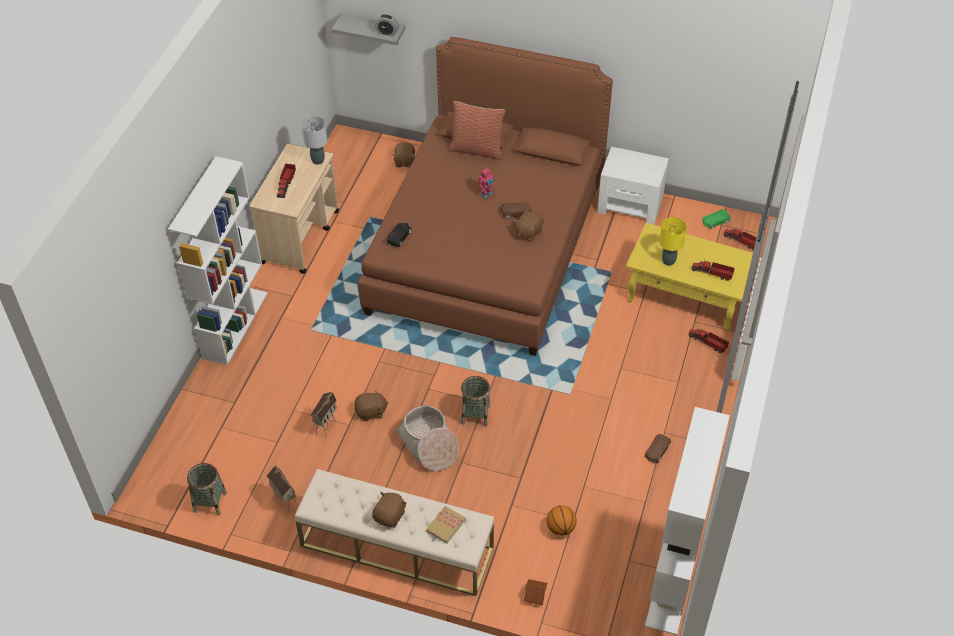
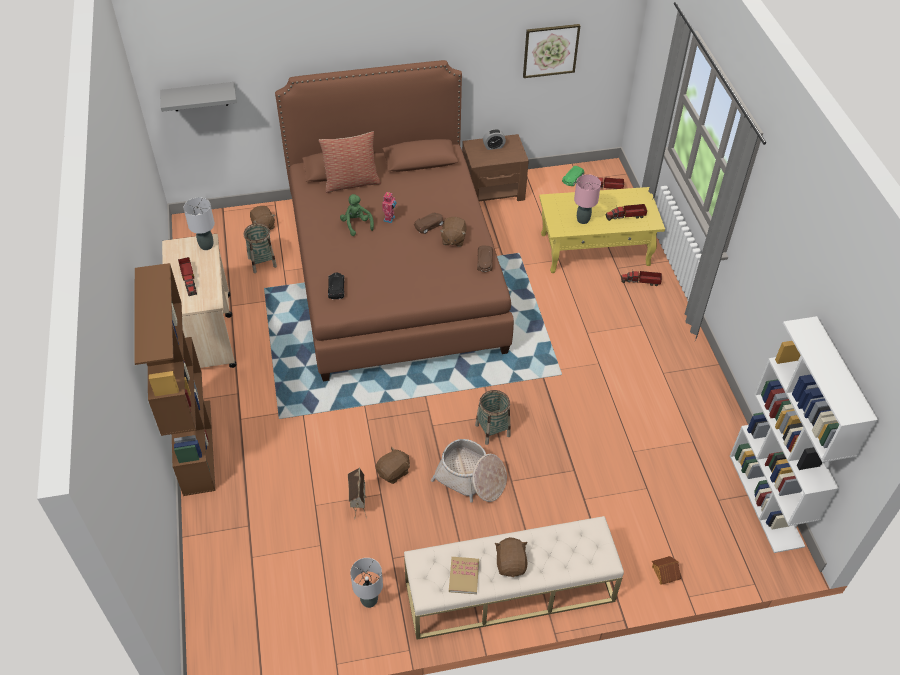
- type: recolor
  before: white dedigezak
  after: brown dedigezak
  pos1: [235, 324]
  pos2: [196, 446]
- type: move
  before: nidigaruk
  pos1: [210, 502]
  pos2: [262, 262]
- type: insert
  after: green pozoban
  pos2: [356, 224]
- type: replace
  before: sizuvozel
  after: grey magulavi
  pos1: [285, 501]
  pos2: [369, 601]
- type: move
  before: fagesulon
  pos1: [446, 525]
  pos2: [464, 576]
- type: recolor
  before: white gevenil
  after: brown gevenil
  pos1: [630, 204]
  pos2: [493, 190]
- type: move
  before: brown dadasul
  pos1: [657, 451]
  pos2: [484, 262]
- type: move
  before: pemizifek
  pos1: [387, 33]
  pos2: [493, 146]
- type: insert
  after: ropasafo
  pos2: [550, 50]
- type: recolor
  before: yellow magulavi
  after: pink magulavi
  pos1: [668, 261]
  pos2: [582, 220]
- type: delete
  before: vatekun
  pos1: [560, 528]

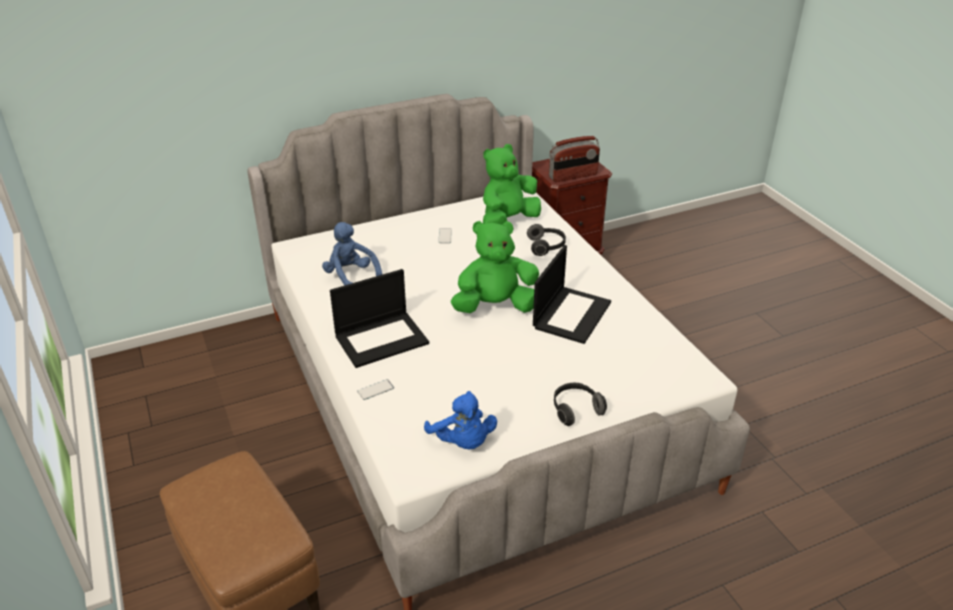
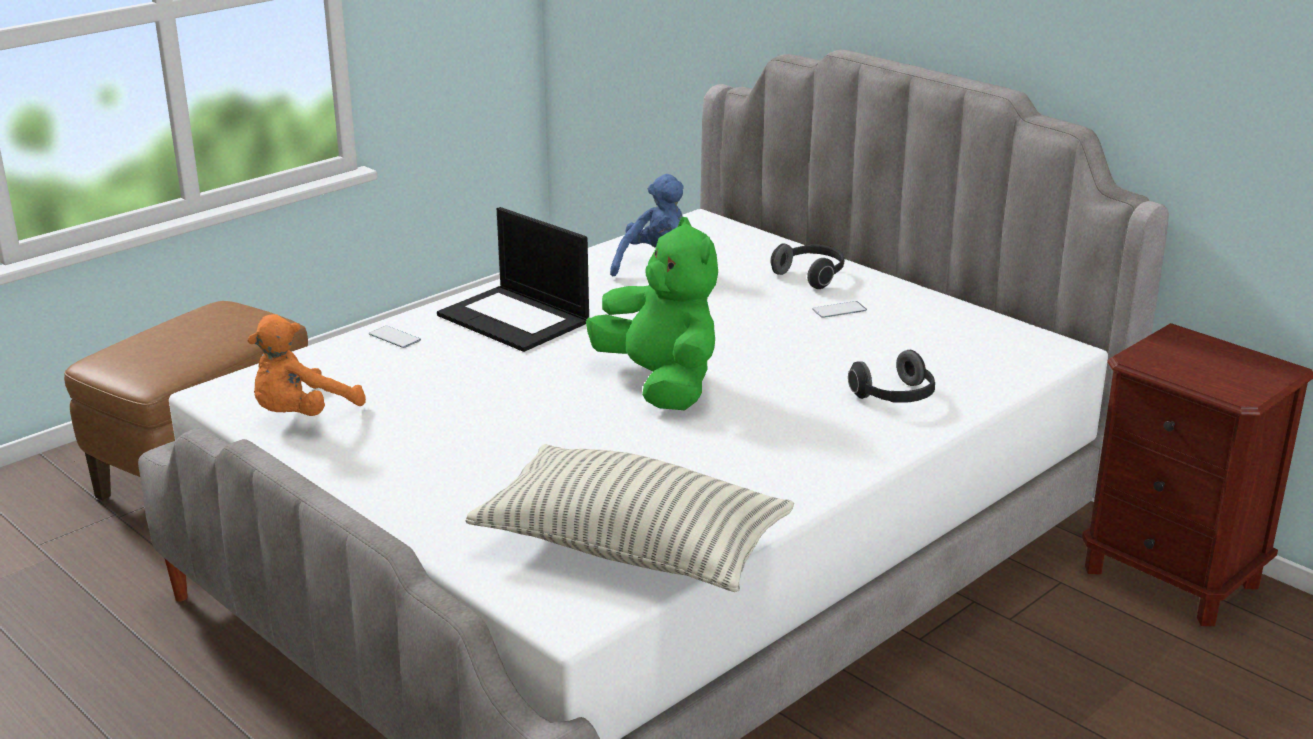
- type: recolor
  before: blue pozoban
  after: orange pozoban
  pos1: [462, 442]
  pos2: [302, 415]
- type: insert
  after: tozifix
  pos2: [632, 549]
- type: move
  before: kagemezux
  pos1: [575, 410]
  pos2: [811, 276]
- type: delete
  before: green pozoban
  pos1: [508, 221]
- type: delete
  before: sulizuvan
  pos1: [571, 314]
- type: delete
  before: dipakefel
  pos1: [573, 176]

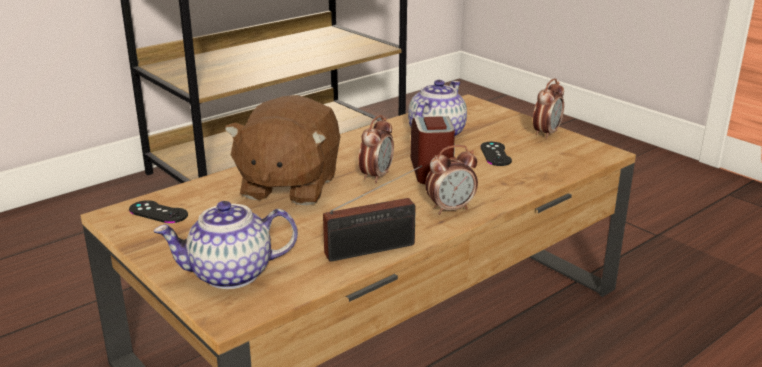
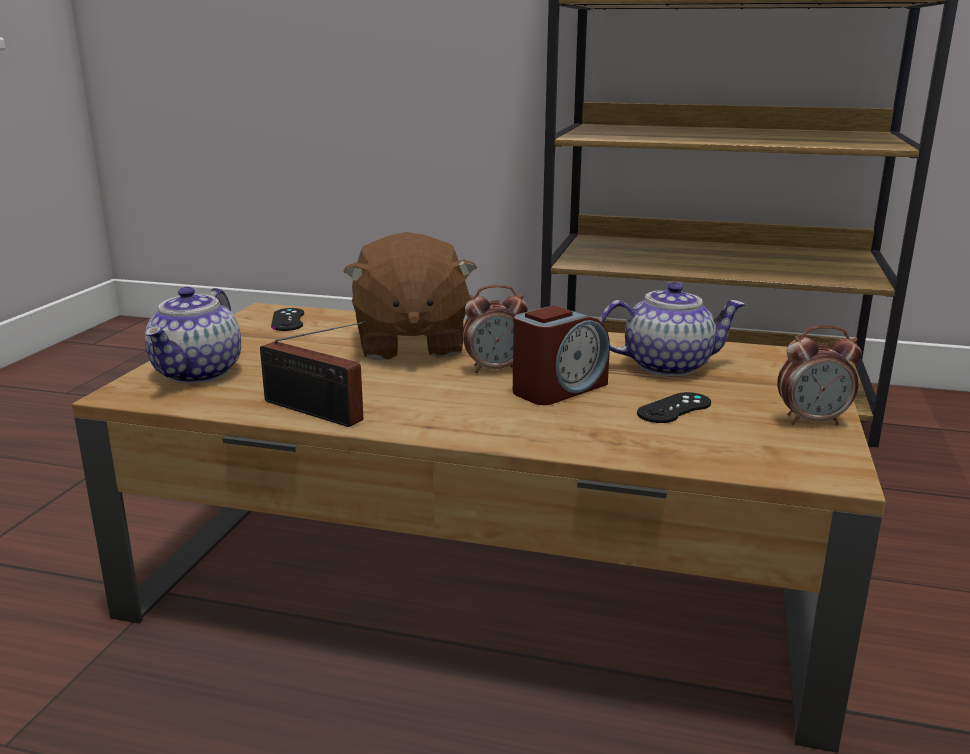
- type: rotate
  before: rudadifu
  pos1: [230, 274]
  pos2: [198, 373]
  turn: -120
- type: rotate
  before: brown pozoban
  pos1: [288, 186]
  pos2: [409, 344]
  turn: -75
- type: delete
  before: pemizifek
  pos1: [450, 209]

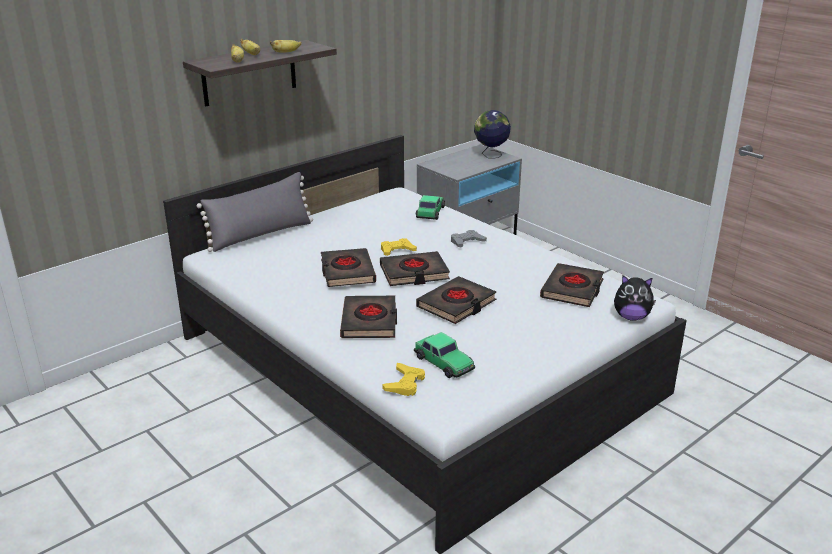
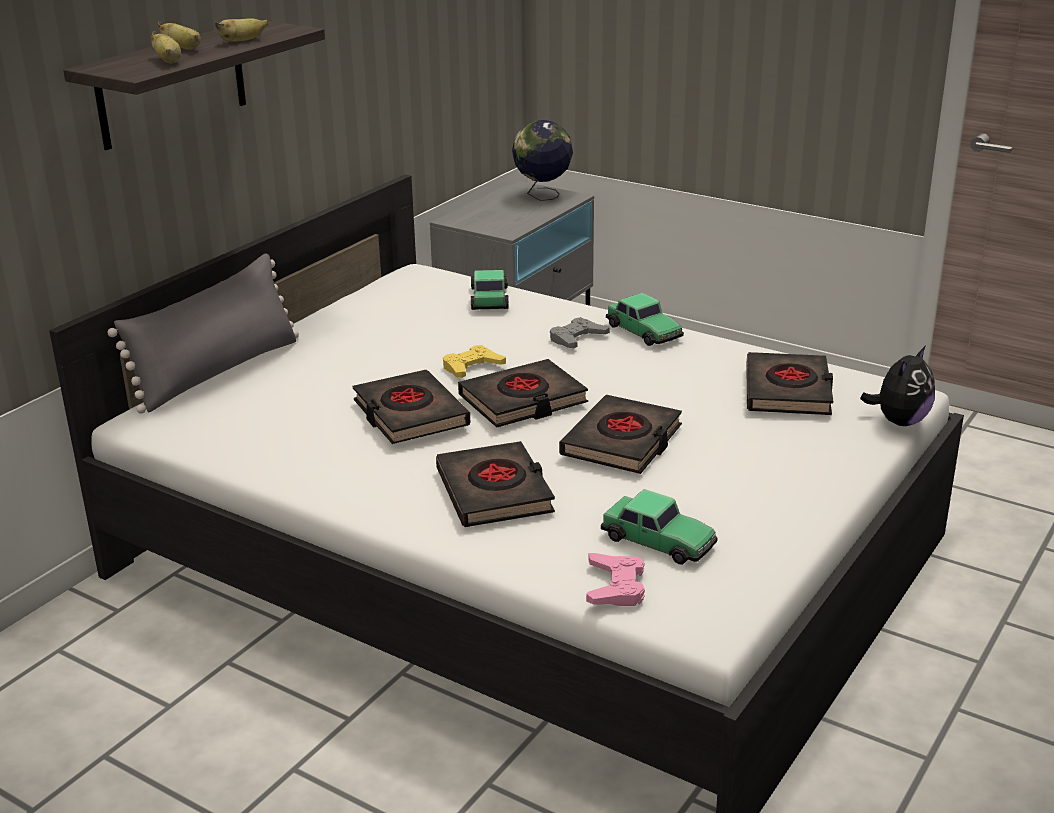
- type: recolor
  before: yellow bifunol
  after: pink bifunol
  pos1: [405, 384]
  pos2: [615, 586]
- type: insert
  after: dadasul
  pos2: [644, 331]
- type: rotate
  before: pozoban
  pos1: [631, 317]
  pos2: [899, 421]
  turn: -45

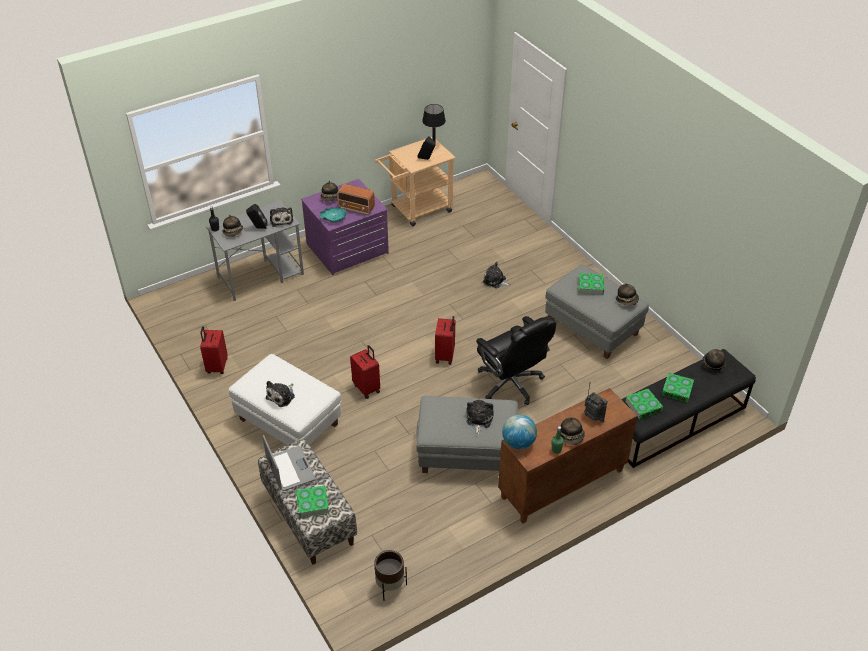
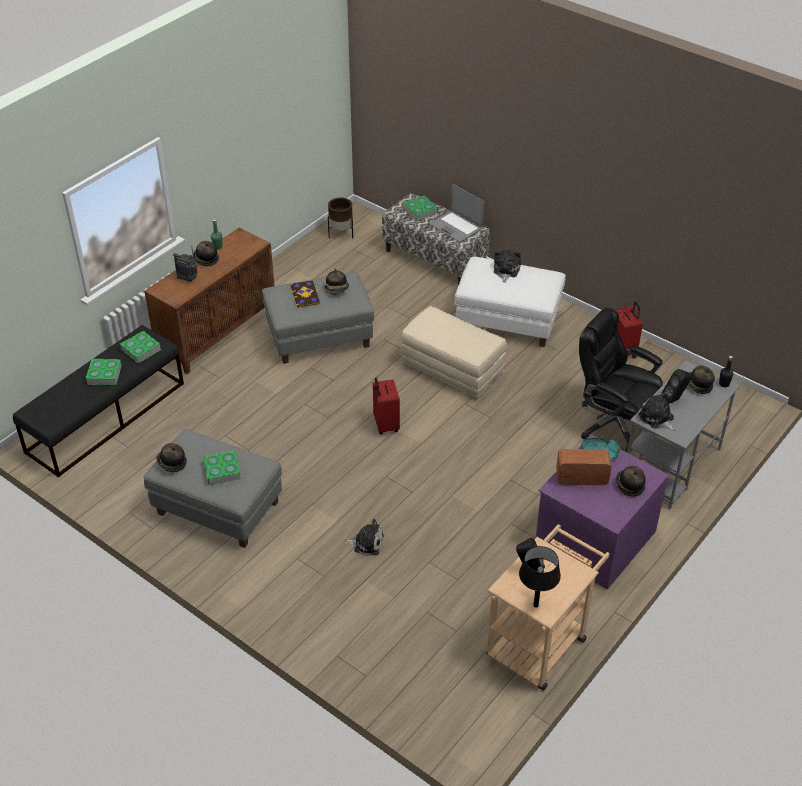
- type: replace
  before: pozoban
  after: fagesulon
  pos1: [478, 420]
  pos2: [305, 295]
- type: move
  before: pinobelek
  pos1: [713, 364]
  pos2: [337, 290]
- type: replace
  before: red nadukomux
  after: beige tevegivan
  pos1: [367, 388]
  pos2: [451, 369]
- type: move
  before: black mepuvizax
  pos1: [511, 383]
  pos2: [613, 422]
- type: delete
  before: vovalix
  pos1: [518, 443]

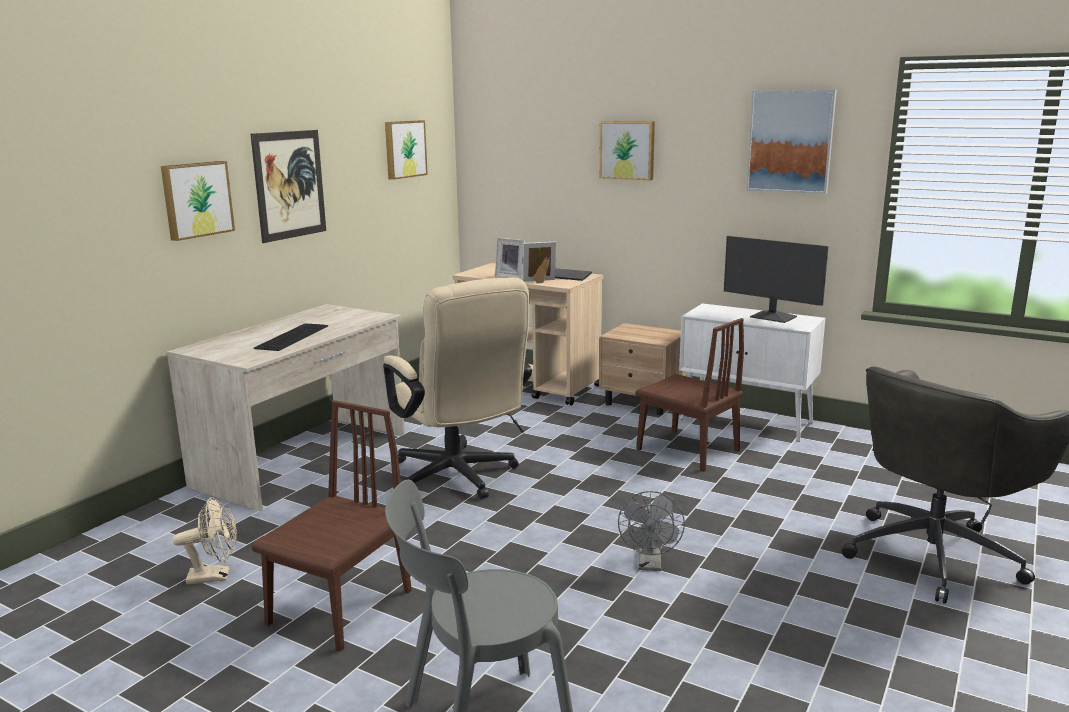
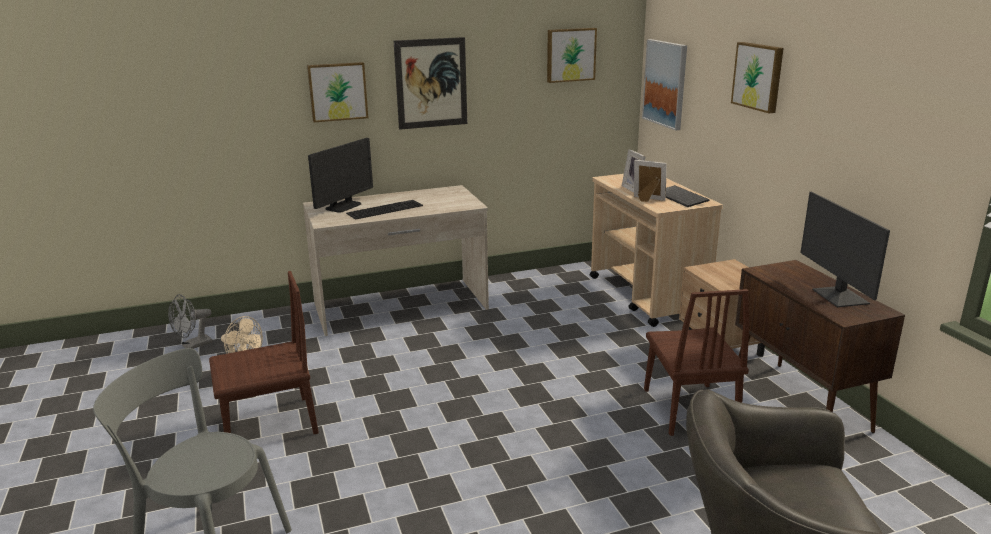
- type: move
  before: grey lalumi
  pos1: [650, 565]
  pos2: [193, 346]
- type: insert
  after: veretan
  pos2: [343, 206]
- type: move
  before: ropasafo
  pos1: [790, 141]
  pos2: [665, 83]
- type: recolor
  before: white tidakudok
  after: brown tidakudok
  pos1: [747, 421]
  pos2: [800, 403]
- type: delete
  before: beige mepuvizax
  pos1: [459, 478]

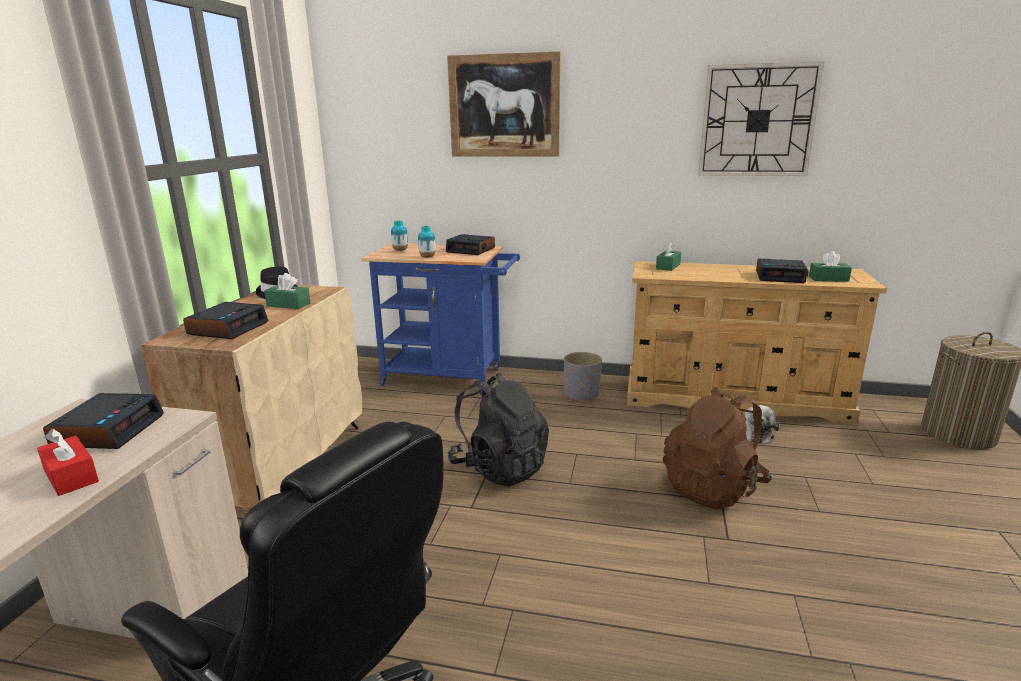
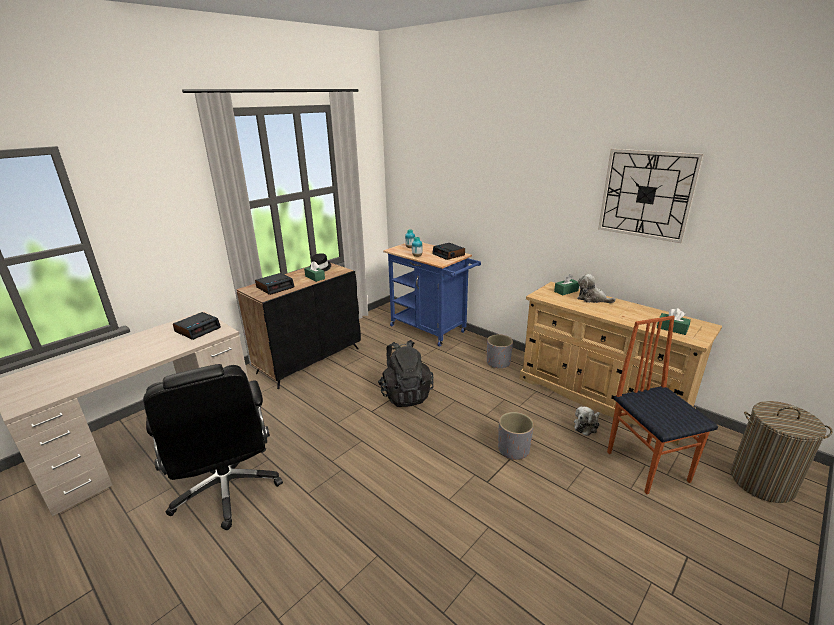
- type: recolor
  before: beige tidakudok
  after: black tidakudok
  pos1: [284, 467]
  pos2: [309, 360]
- type: replace
  before: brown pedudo
  after: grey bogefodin
  pos1: [713, 488]
  pos2: [513, 450]
- type: insert
  after: pozoban
  pos2: [592, 299]
- type: insert
  after: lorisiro
  pos2: [647, 465]
- type: delete
  before: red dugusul
  pos1: [71, 476]
- type: delete
  before: ropasafo
  pos1: [504, 106]
- type: delete
  before: pemizifek
  pos1: [780, 277]

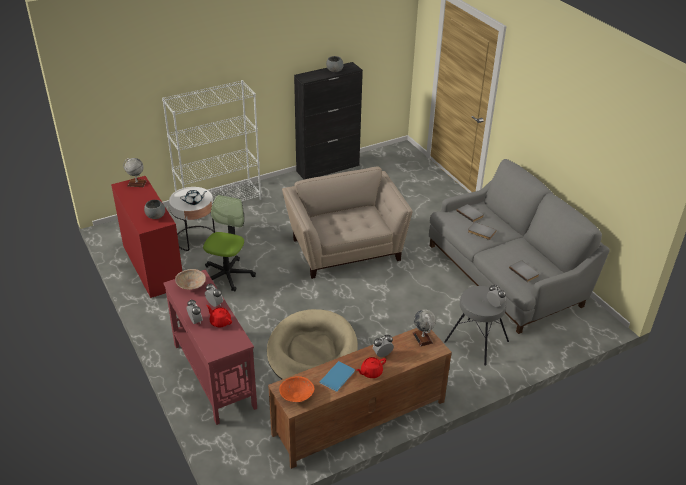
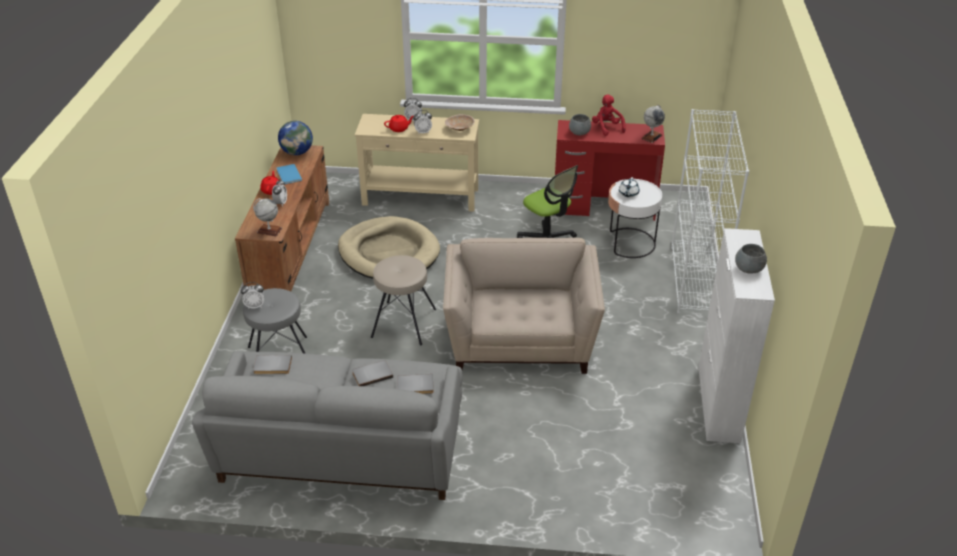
- type: replace
  before: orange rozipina
  after: vovalix
  pos1: [296, 395]
  pos2: [297, 152]
- type: recolor
  before: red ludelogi
  after: beige ludelogi
  pos1: [214, 374]
  pos2: [421, 197]
- type: insert
  after: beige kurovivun
  pos2: [403, 323]
- type: rotate
  before: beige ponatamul
  pos1: [345, 247]
  pos2: [521, 339]
  turn: -105
- type: insert
  after: red pozoban
  pos2: [607, 128]
- type: recolor
  before: black tidakudok
  after: white tidakudok
  pos1: [328, 168]
  pos2: [718, 404]

